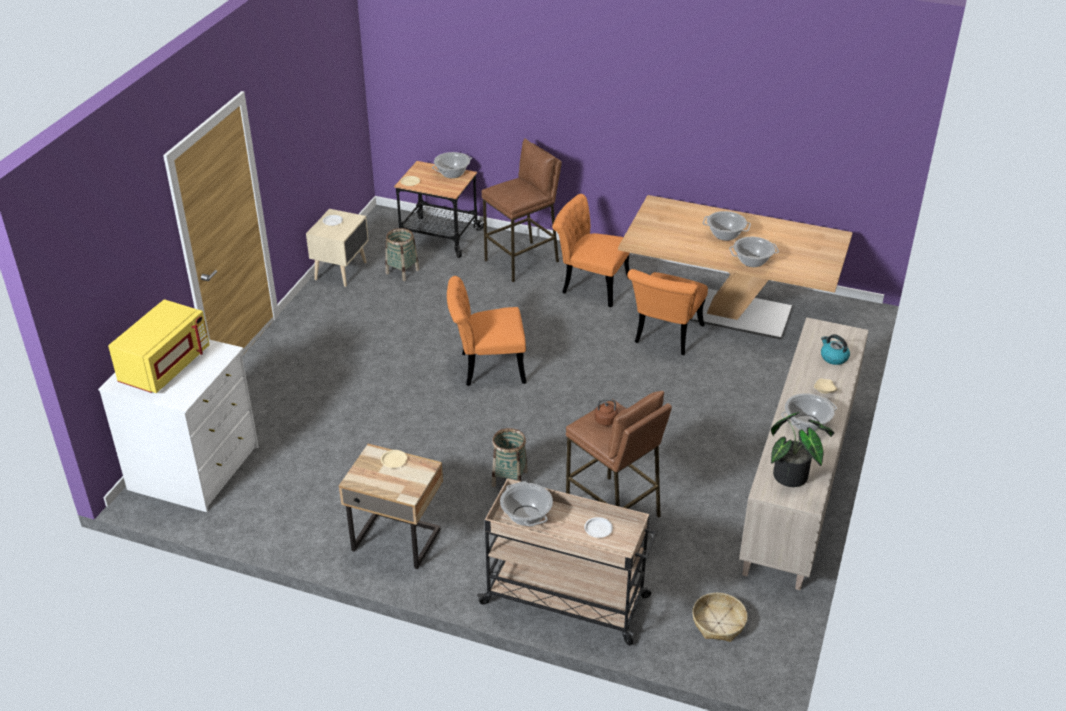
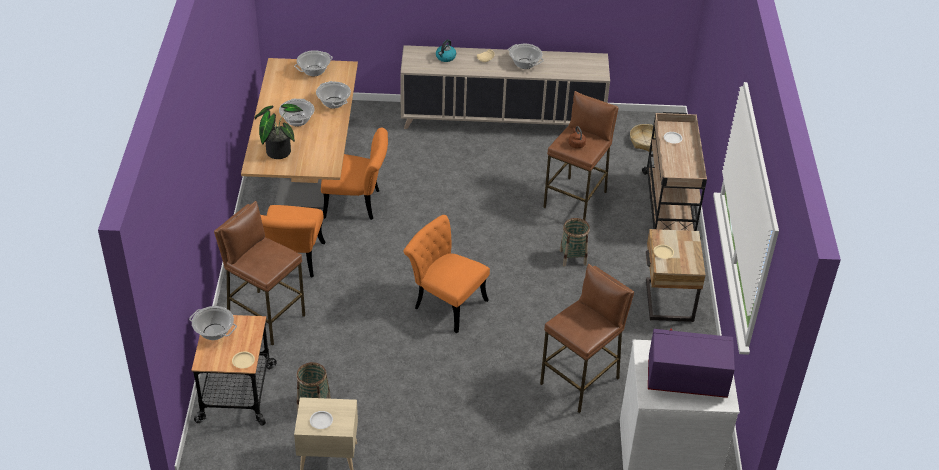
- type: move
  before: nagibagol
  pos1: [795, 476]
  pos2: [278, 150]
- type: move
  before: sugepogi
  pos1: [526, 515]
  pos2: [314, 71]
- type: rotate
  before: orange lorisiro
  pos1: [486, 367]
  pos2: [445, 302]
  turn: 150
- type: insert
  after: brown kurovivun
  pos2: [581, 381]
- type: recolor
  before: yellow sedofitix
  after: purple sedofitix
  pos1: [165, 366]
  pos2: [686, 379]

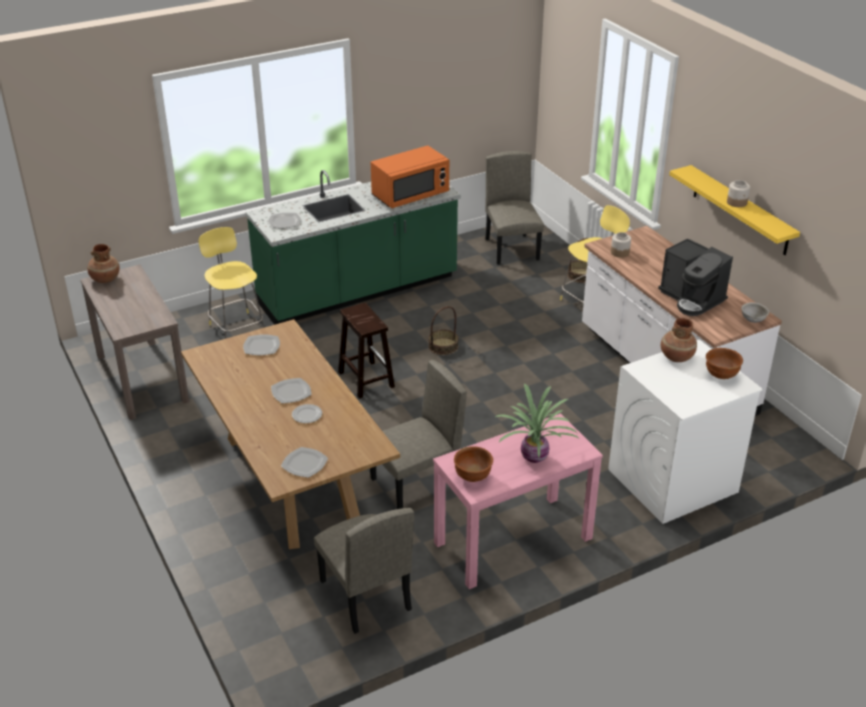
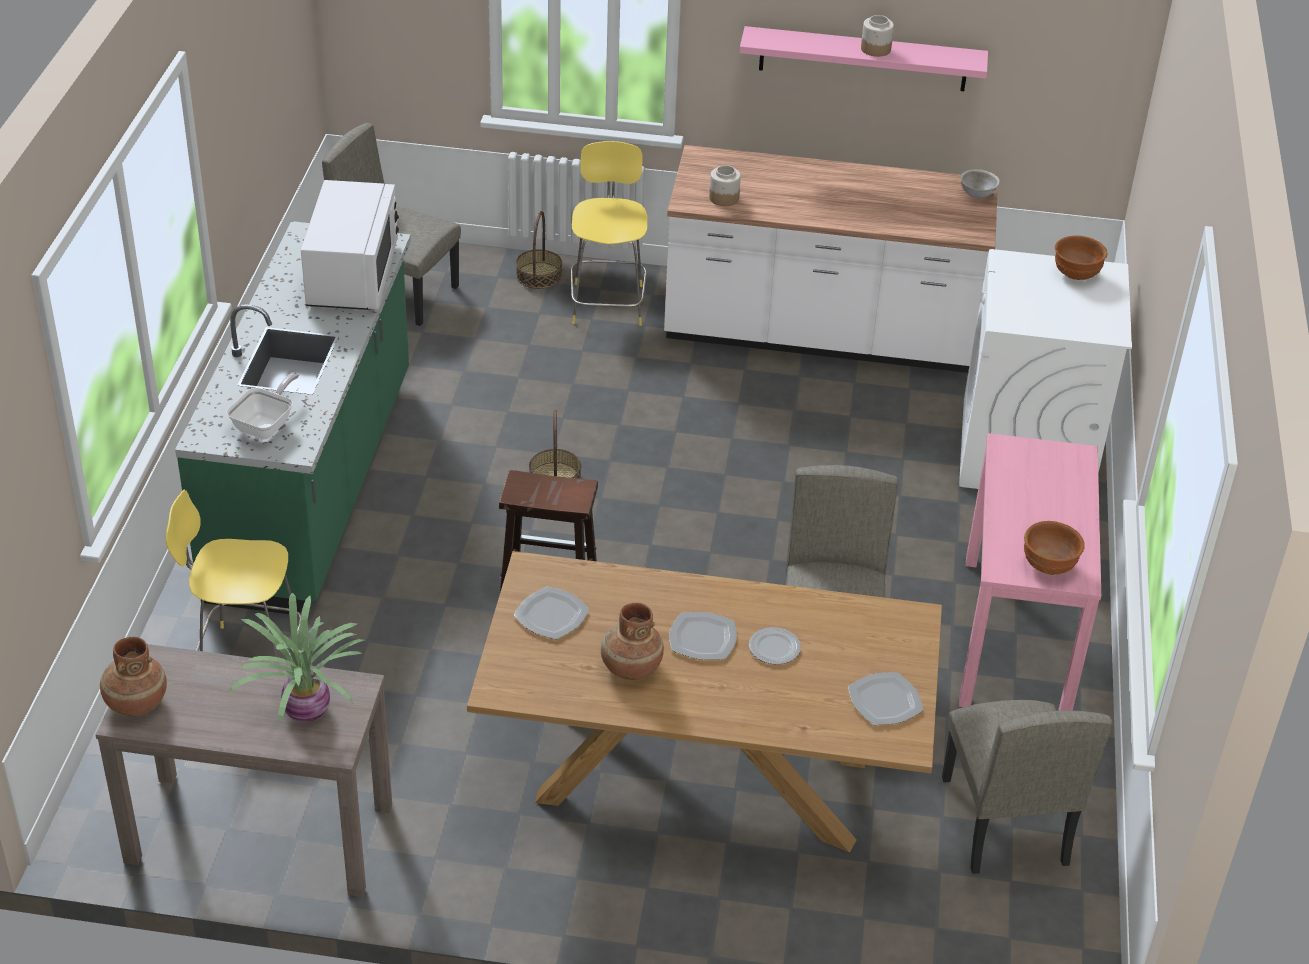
- type: replace
  before: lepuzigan
  after: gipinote
  pos1: [285, 222]
  pos2: [267, 425]
- type: move
  before: nagibagol
  pos1: [535, 456]
  pos2: [306, 709]
- type: recolor
  before: orange sedofitix
  after: white sedofitix
  pos1: [410, 195]
  pos2: [352, 276]
- type: move
  before: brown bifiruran
  pos1: [676, 357]
  pos2: [630, 668]
- type: recolor
  before: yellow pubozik
  after: pink pubozik
  pos1: [740, 210]
  pos2: [863, 59]
- type: rotate
  before: beige lorisiro
  pos1: [364, 595]
  pos2: [1003, 821]
  turn: 75
- type: delete
  before: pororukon
  pos1: [691, 298]

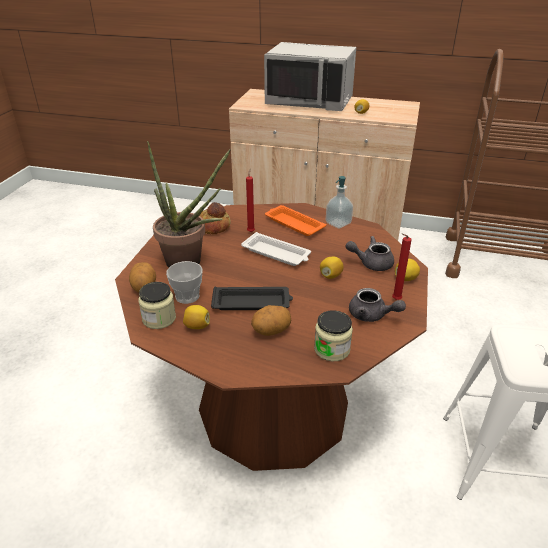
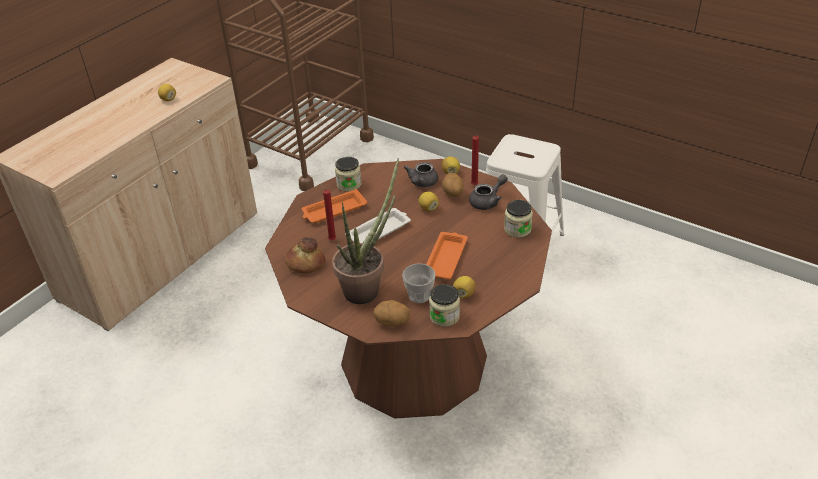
- type: replace
  before: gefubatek
  after: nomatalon
  pos1: [338, 223]
  pos2: [349, 184]
- type: recolor
  before: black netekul
  after: orange netekul
  pos1: [252, 303]
  pos2: [446, 258]
- type: move
  before: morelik
  pos1: [271, 331]
  pos2: [452, 193]
- type: delete
  before: grey sedofitix
  pos1: [310, 101]

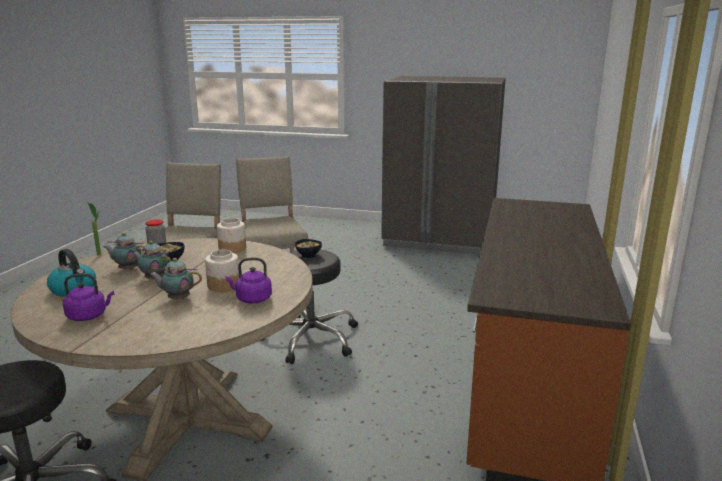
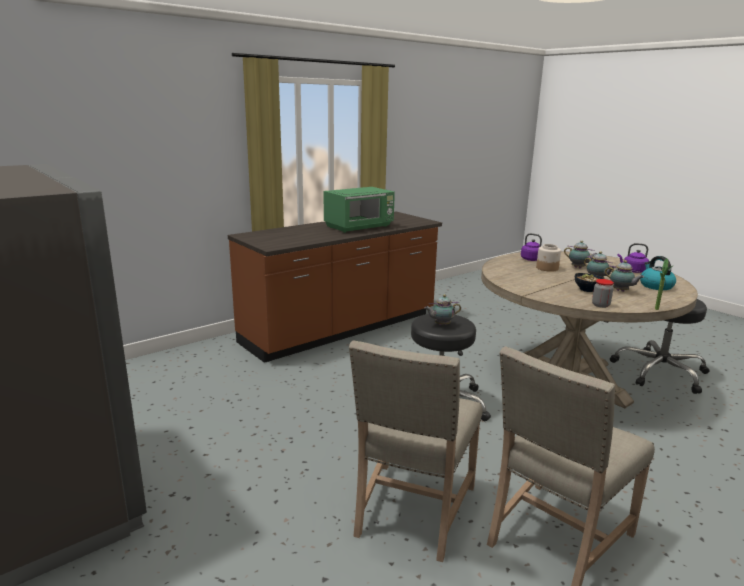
- type: insert
  after: green sedofitix
  pos2: [359, 227]
- type: replace
  before: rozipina
  after: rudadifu
  pos1: [308, 256]
  pos2: [441, 325]
- type: delete
  before: nomatalon
  pos1: [232, 248]

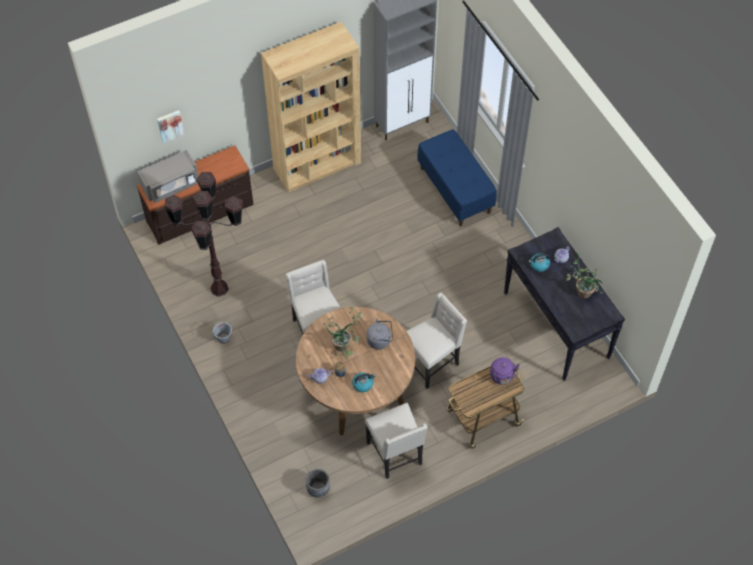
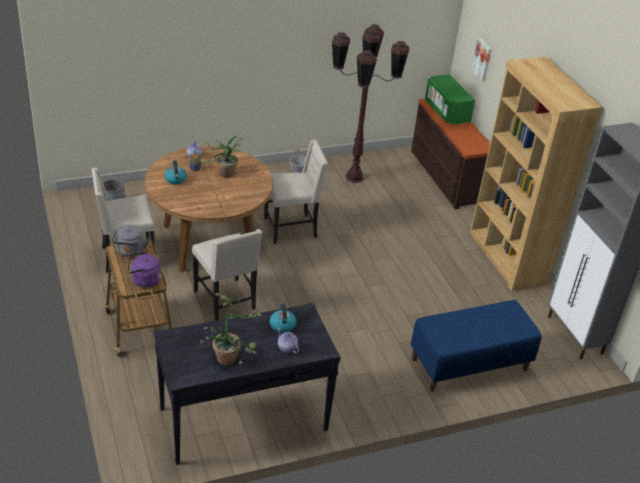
- type: move
  before: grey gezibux
  pos1: [380, 340]
  pos2: [130, 252]
- type: recolor
  before: grey sedofitix
  after: green sedofitix
  pos1: [171, 185]
  pos2: [446, 112]

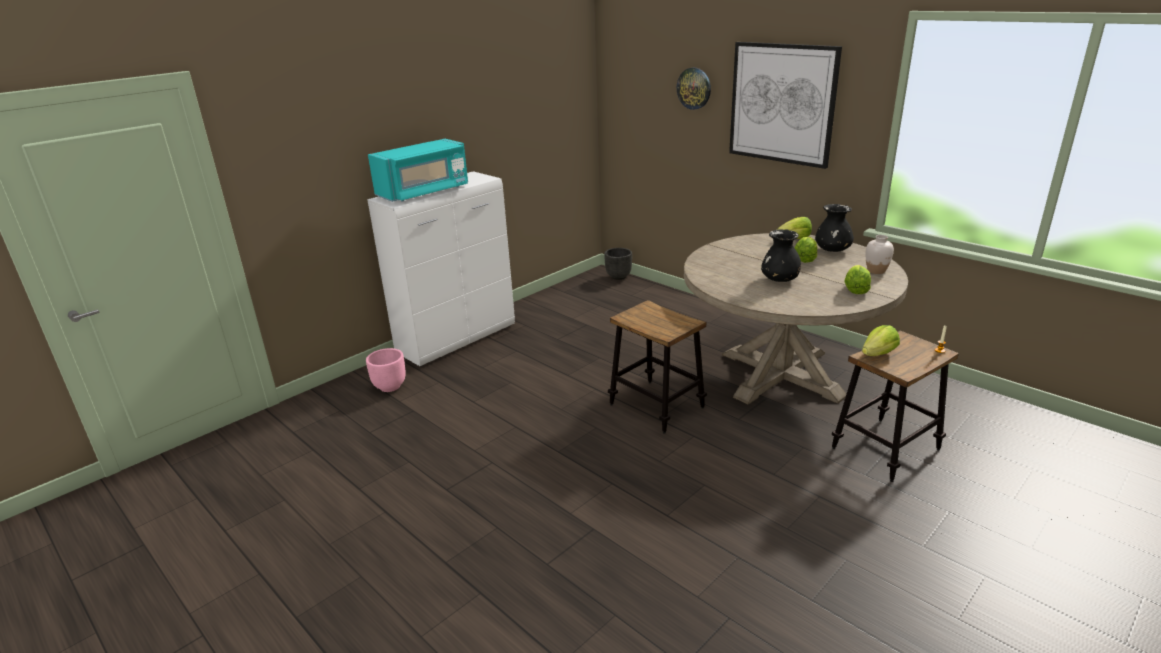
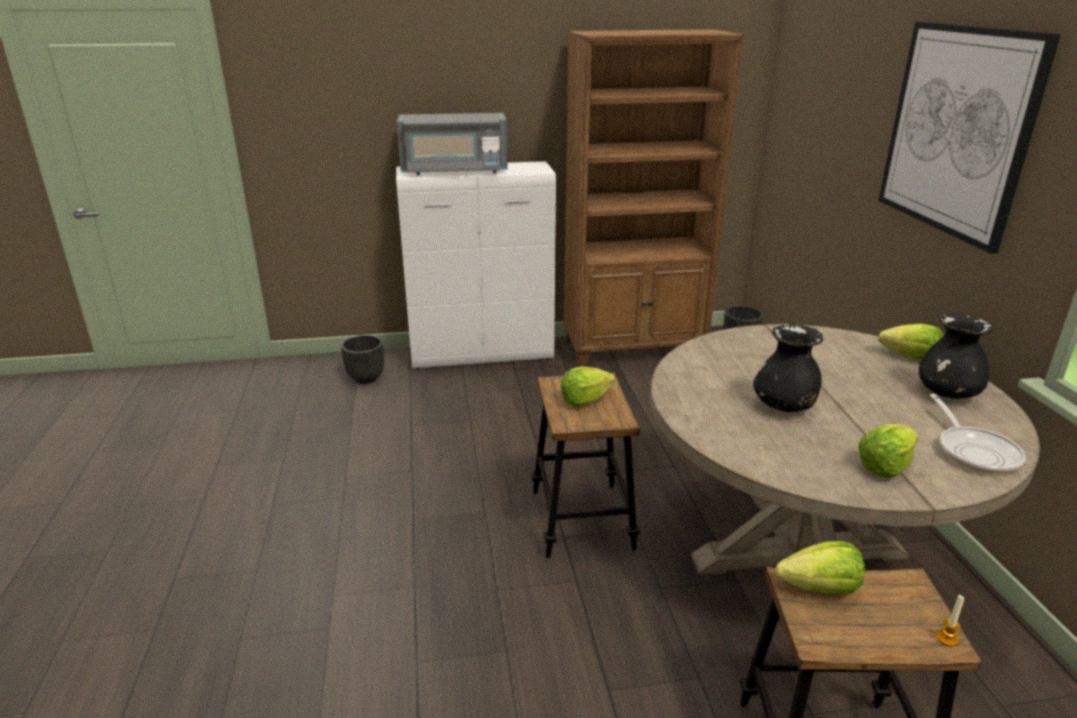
- type: recolor
  before: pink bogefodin
  after: black bogefodin
  pos1: [389, 386]
  pos2: [366, 378]
- type: recolor
  before: turquoise sedofitix
  after: grey sedofitix
  pos1: [424, 192]
  pos2: [454, 171]
- type: move
  before: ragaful
  pos1: [805, 259]
  pos2: [585, 400]
- type: insert
  after: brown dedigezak
  pos2: [634, 348]
- type: replace
  before: white bifiruran
  after: gipinote
  pos1: [876, 271]
  pos2: [974, 451]
- type: delete
  before: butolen
  pos1: [694, 88]

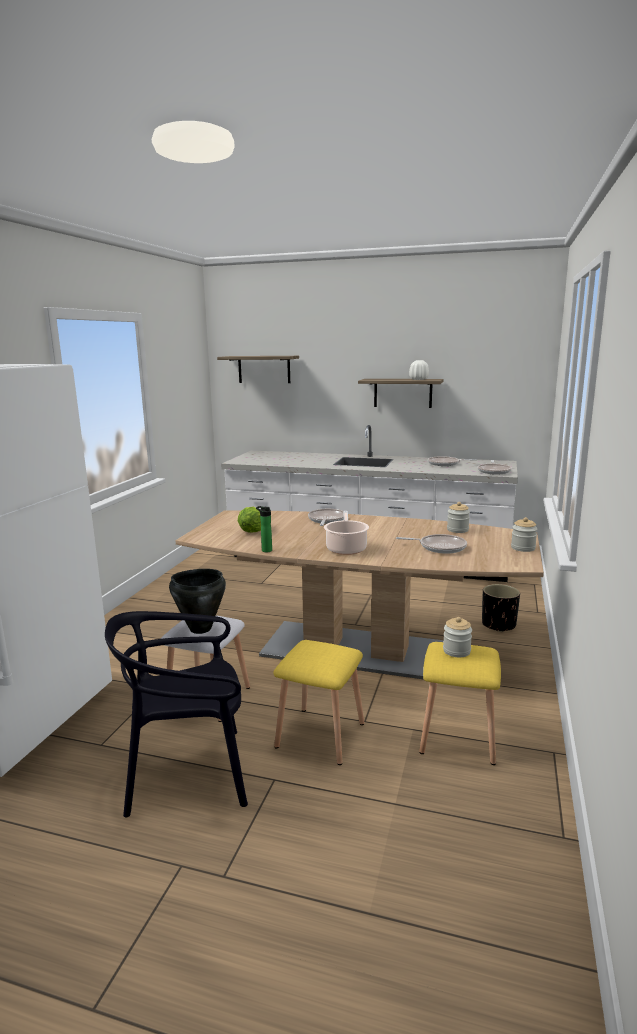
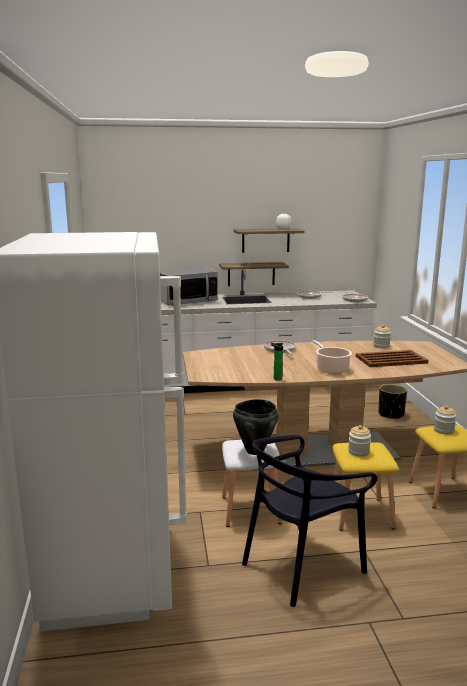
- type: insert
  after: sedofitix
  pos2: [186, 301]
- type: move
  before: pubozik
  pos1: [264, 369]
  pos2: [251, 274]
- type: move
  before: nomatalon
  pos1: [523, 548]
  pos2: [358, 452]
- type: replace
  before: gipinote
  after: brown netekul
  pos1: [439, 547]
  pos2: [390, 359]
- type: delete
  before: ragaful
  pos1: [252, 531]

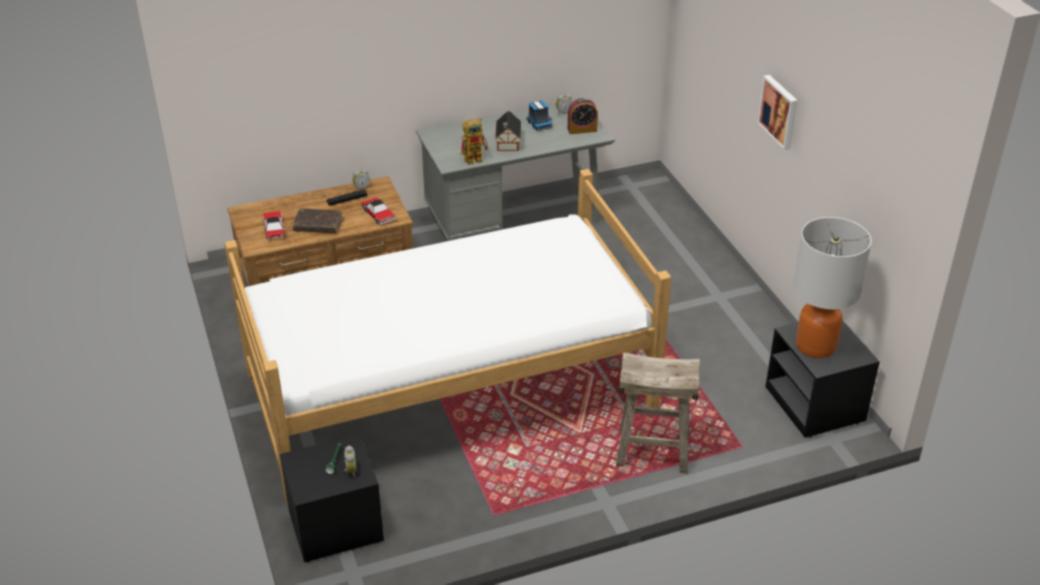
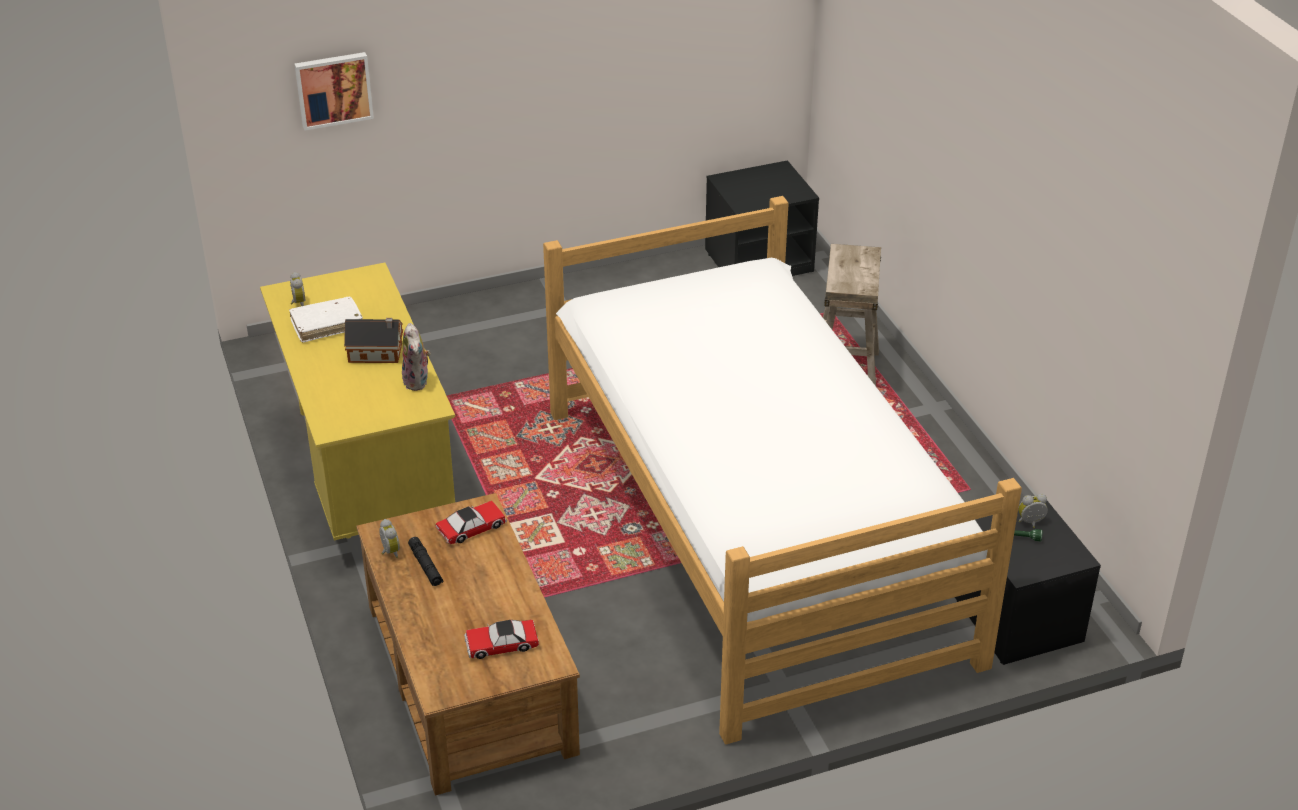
- type: recolor
  before: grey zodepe
  after: yellow zodepe
  pos1: [515, 222]
  pos2: [367, 474]
- type: replace
  before: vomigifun
  after: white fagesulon
  pos1: [539, 124]
  pos2: [327, 325]
- type: move
  before: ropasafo
  pos1: [779, 111]
  pos2: [333, 89]
- type: replace
  before: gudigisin
  after: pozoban
  pos1: [476, 158]
  pos2: [418, 381]
- type: delete
  before: brown fagesulon
  pos1: [318, 225]
- type: delete
  before: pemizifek
  pos1: [582, 130]
- type: delete
  before: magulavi
  pos1: [816, 346]

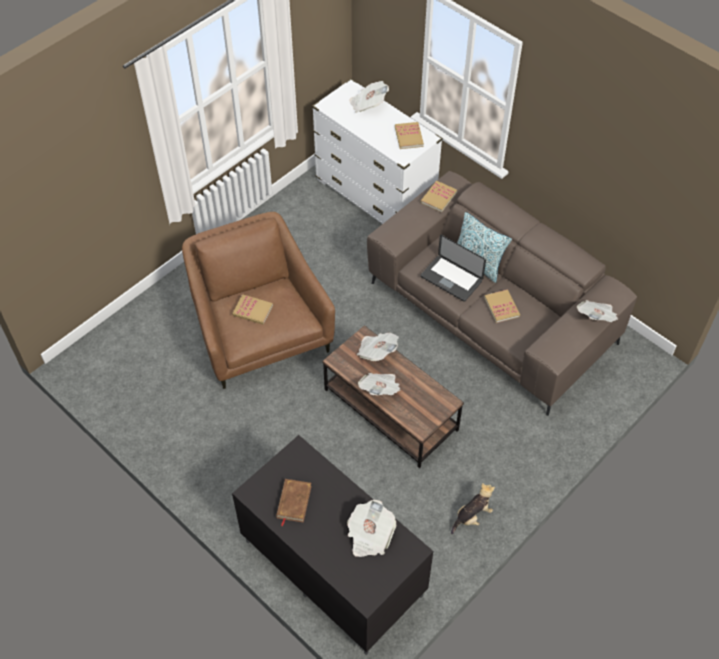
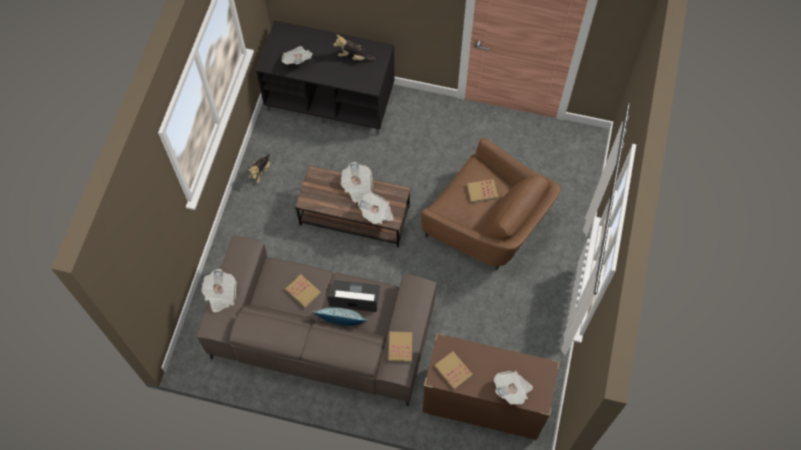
- type: replace
  before: brown fagesulon
  after: pozoban
  pos1: [293, 502]
  pos2: [354, 57]
- type: recolor
  before: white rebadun
  after: brown rebadun
  pos1: [375, 196]
  pos2: [483, 403]

